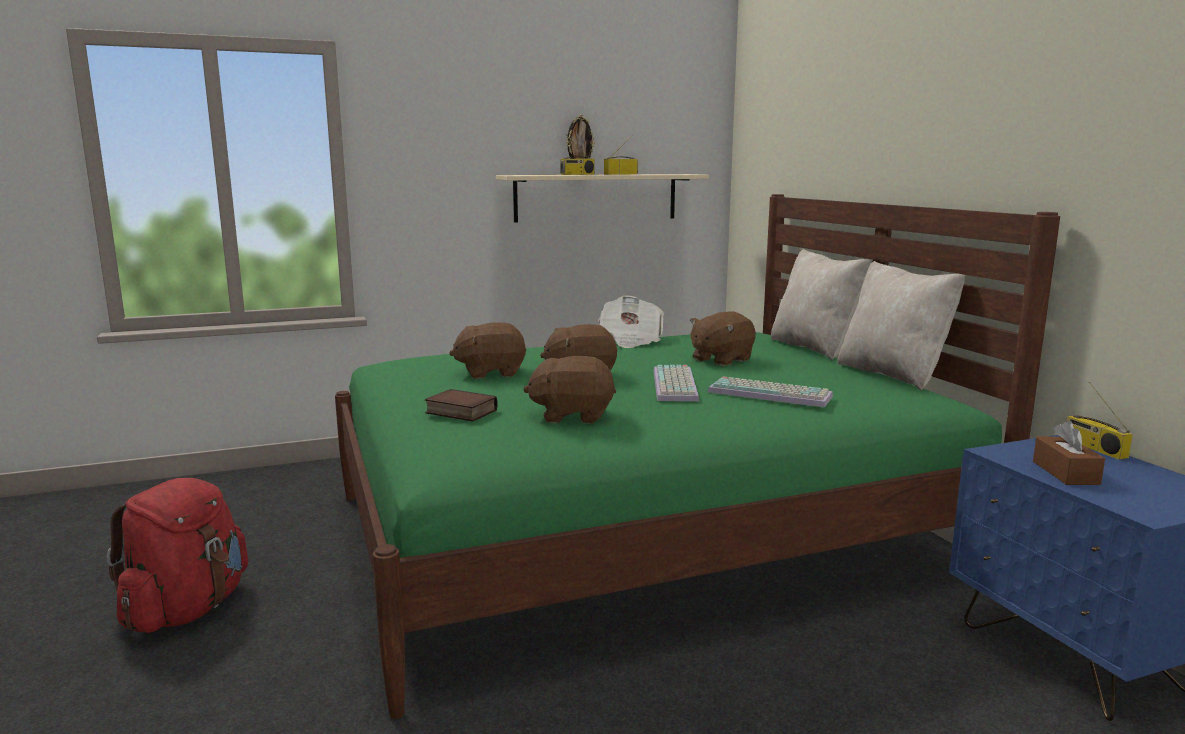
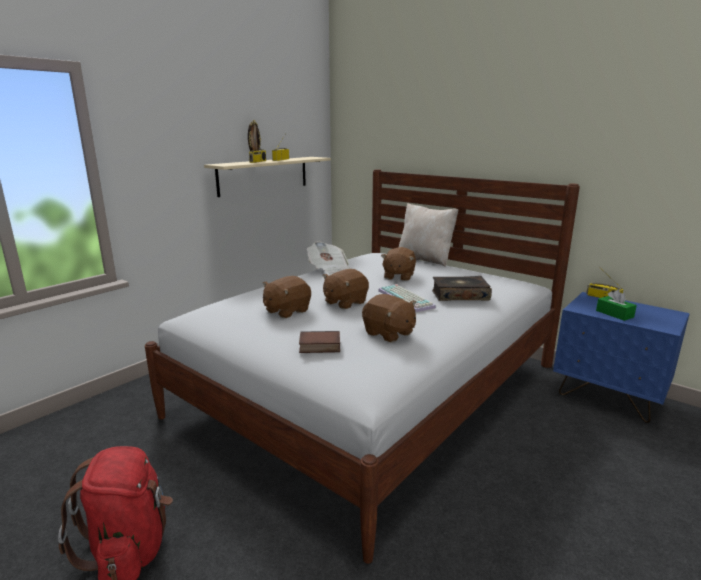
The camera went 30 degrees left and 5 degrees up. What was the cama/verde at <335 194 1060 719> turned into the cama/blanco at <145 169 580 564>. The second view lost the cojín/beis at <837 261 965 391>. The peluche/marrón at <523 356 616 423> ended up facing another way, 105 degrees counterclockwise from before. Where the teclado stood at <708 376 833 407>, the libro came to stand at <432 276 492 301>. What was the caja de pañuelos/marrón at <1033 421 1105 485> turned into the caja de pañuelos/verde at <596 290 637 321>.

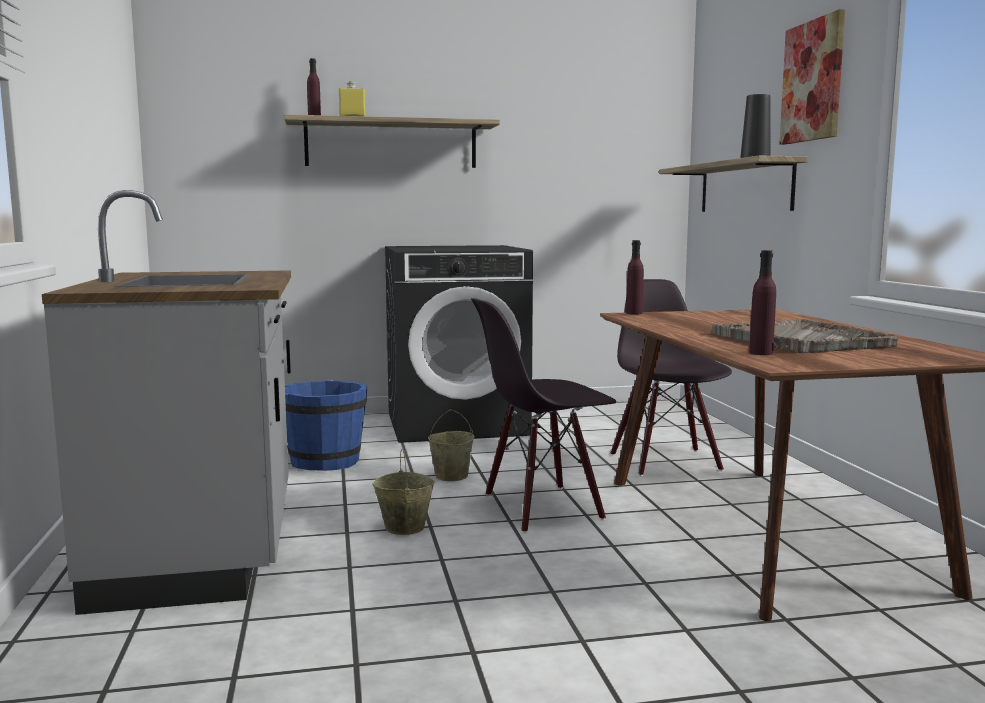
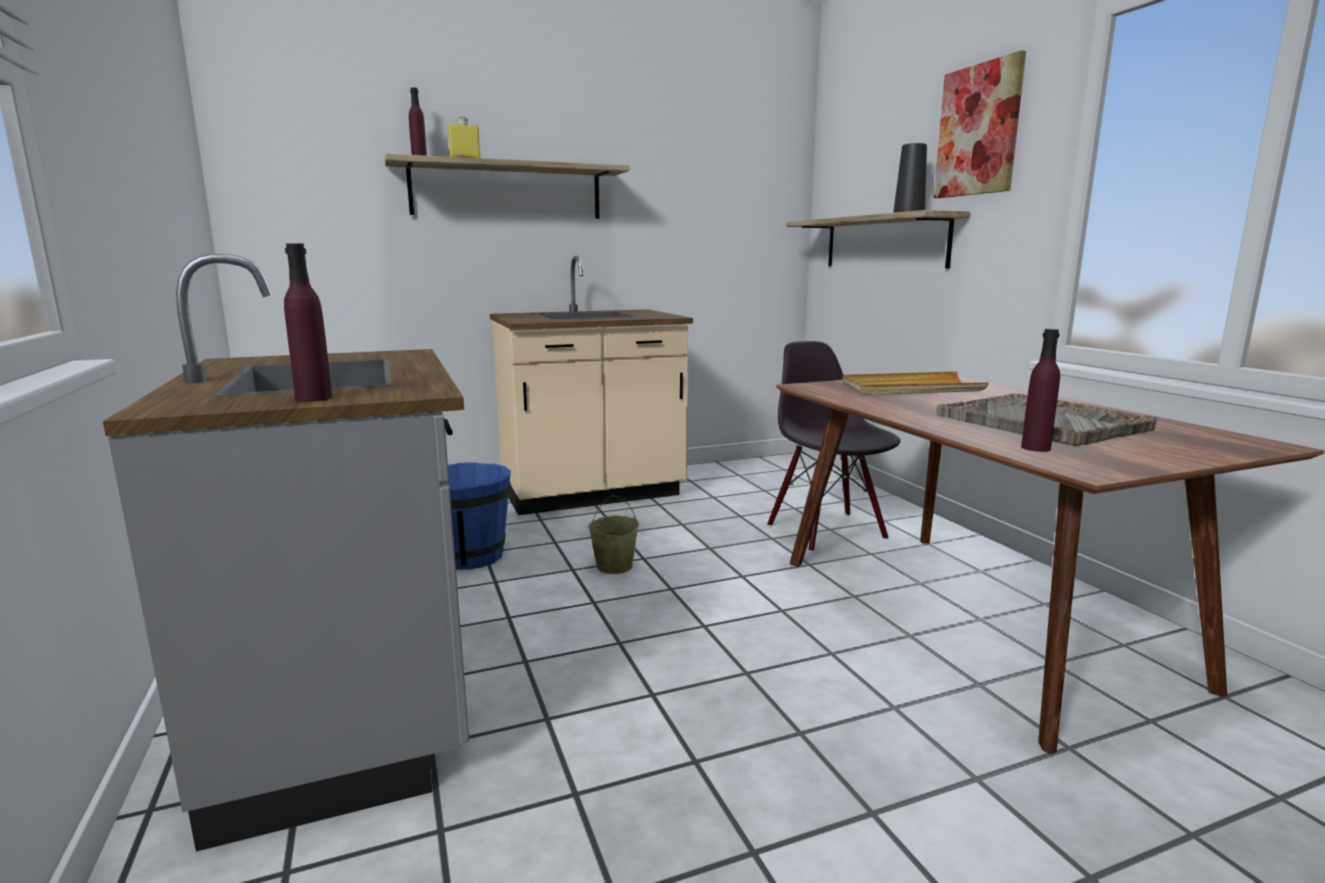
The camera went 10 degrees left and 5 degrees up. The botella/morado ended up elsewhere, having gone from <626 240 644 314> to <284 243 332 402>. Where the lavadora/negro stood at <385 245 533 443>, the mueble bajo de cocina/beis came to stand at <490 256 693 515>. The second view lost the silla/negro at <471 298 616 533>. The second view lost the cubo/beis at <372 449 435 535>. The second view gained the bandeja/beis at <842 371 989 395>.

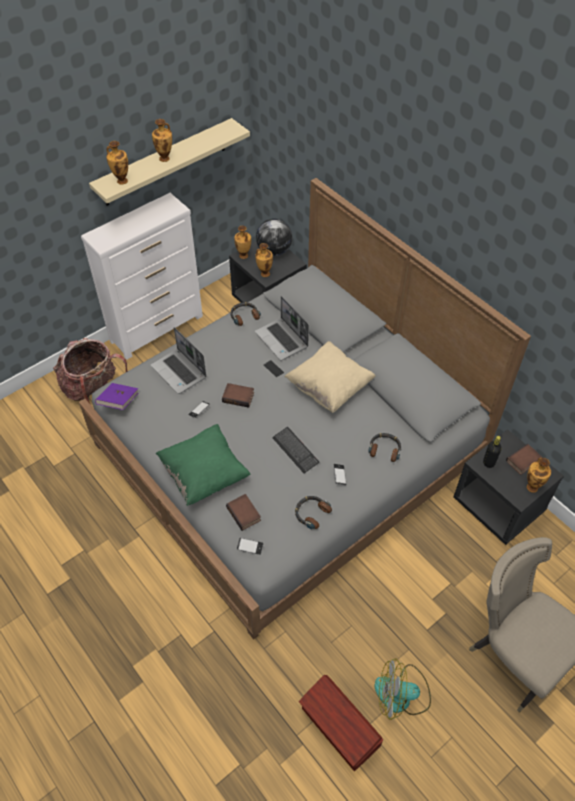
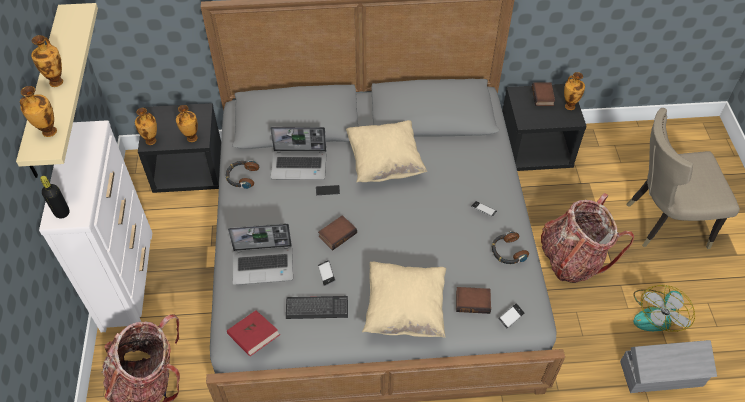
The camera went 55 degrees left and 0 degrees up. The second view lost the globo terráqueo at <256 219 292 256>. What was the libro/morado at <95 383 138 410> turned into the libro/rojo at <227 310 280 356>. What was the cojín/verde at <156 424 250 506> turned into the cojín/beis at <362 262 446 338>. The teclado ended up elsewhere, having gone from <272 427 319 474> to <286 296 348 319>. The second view lost the auriculares at <368 433 401 462>. The botella/negro ended up elsewhere, having gone from <483 436 502 468> to <40 176 70 218>. What was the caja de almacenaje/marrón at <299 675 383 771> turned into the caja de almacenaje/gris at <620 340 717 393>. The second view gained the mochila at <541 193 634 283>.

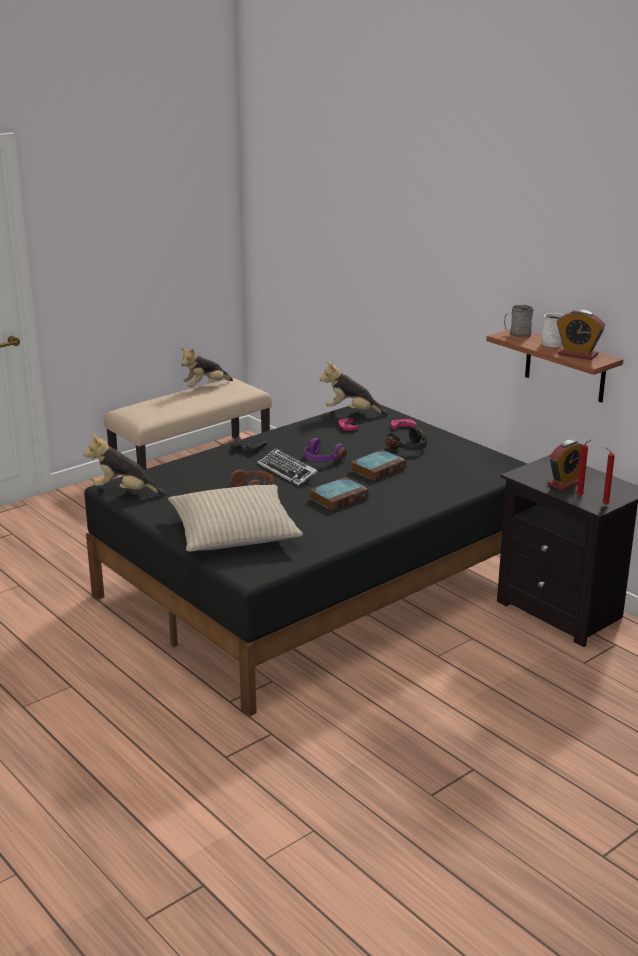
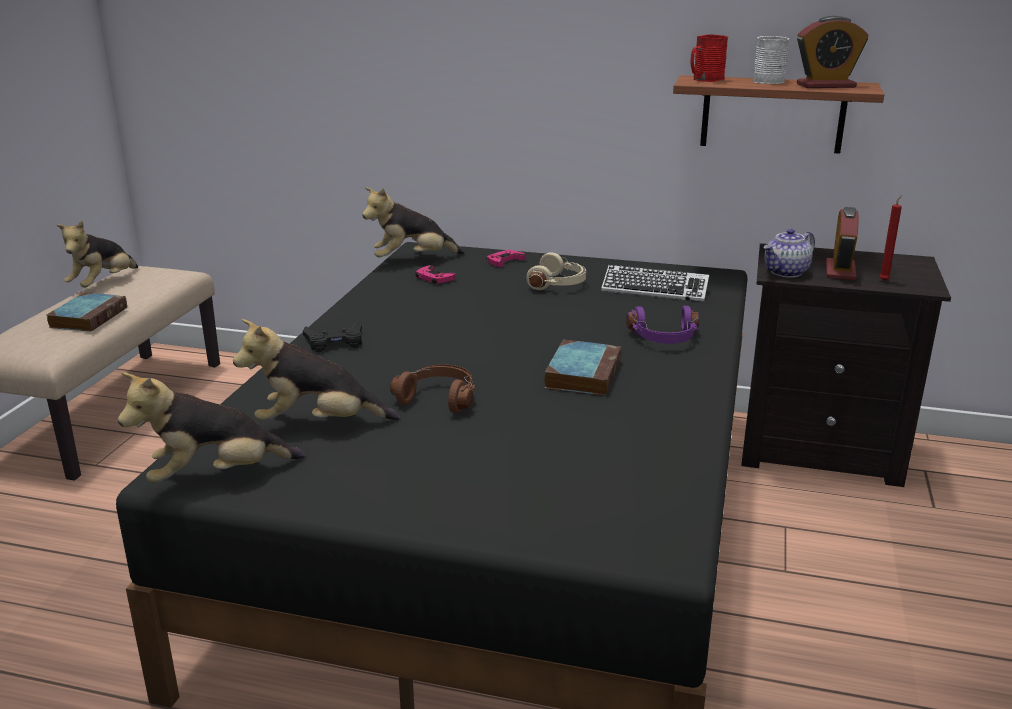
The camera went 35 degrees left and 0 degrees up. What was the taza grande/gris at <504 305 534 338> turned into the taza grande/rojo at <690 34 728 82>. What was the auriculares/negro at <386 427 427 450> turned into the auriculares/beis at <526 252 586 290>. The auriculares/morado ended up elsewhere, having gone from <304 438 347 462> to <626 306 699 344>. The teclado ended up elsewhere, having gone from <258 448 318 486> to <601 265 709 302>. The second view lost the vela/rojo at <602 448 615 505>. The libro ended up elsewhere, having gone from <351 450 406 481> to <47 292 127 332>. The second view lost the cojín/beis at <168 485 303 552>. The second view gained the tetera at <763 229 815 278>. The second view gained the peluche at <233 319 400 421>.

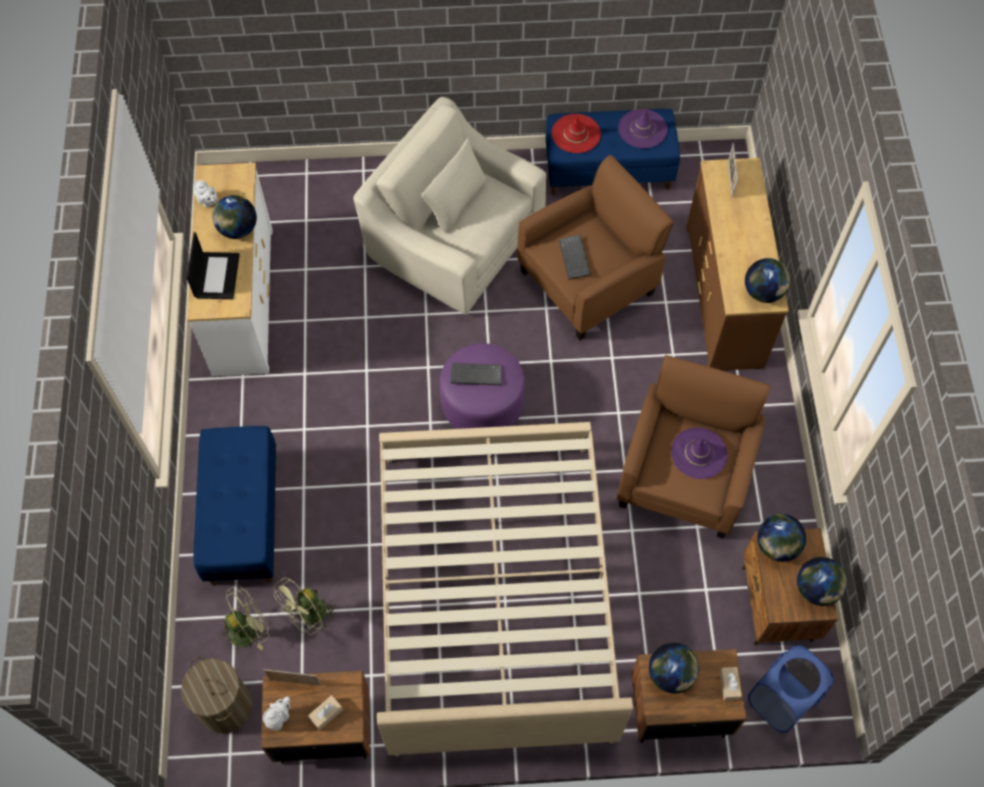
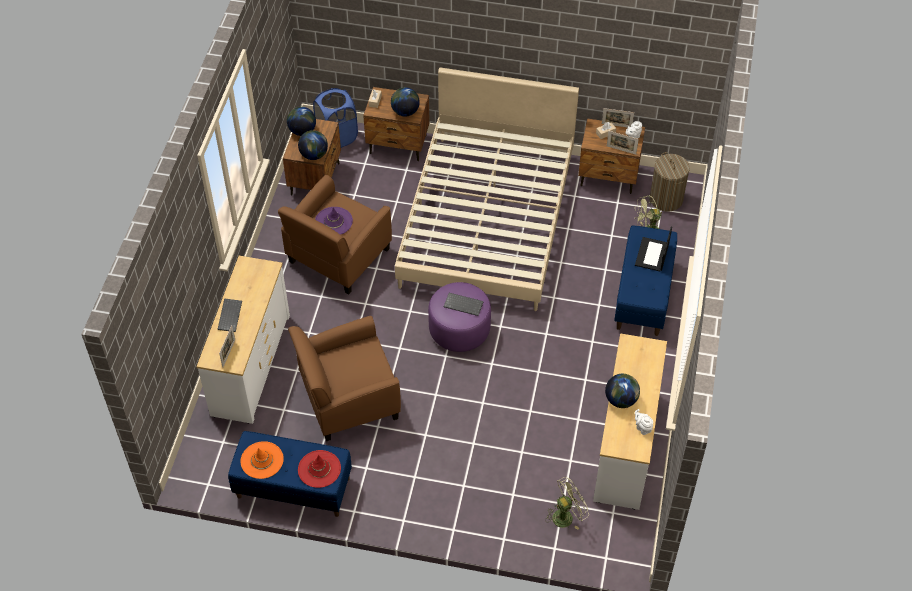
The camera went 165 degrees left and 10 degrees down. The second view lost the sillón/beis at <353 97 546 315>. What was the sombrero/morado at <618 109 668 148> turned into the sombrero/naranja at <240 441 284 479>. What was the cómoda/marrón at <686 158 789 371> turned into the cómoda/blanco at <196 256 290 424>. The portátil ended up elsewhere, having gone from <186 232 240 299> to <635 227 672 271>. The teclado ended up elsewhere, having gone from <559 235 591 280> to <218 298 242 332>. The second view lost the globo terráqueo at <745 258 790 303>. The ventilador/verde ended up elsewhere, having gone from <274 577 336 635> to <545 477 589 530>. The second view gained the portarretratos at <602 108 634 127>.

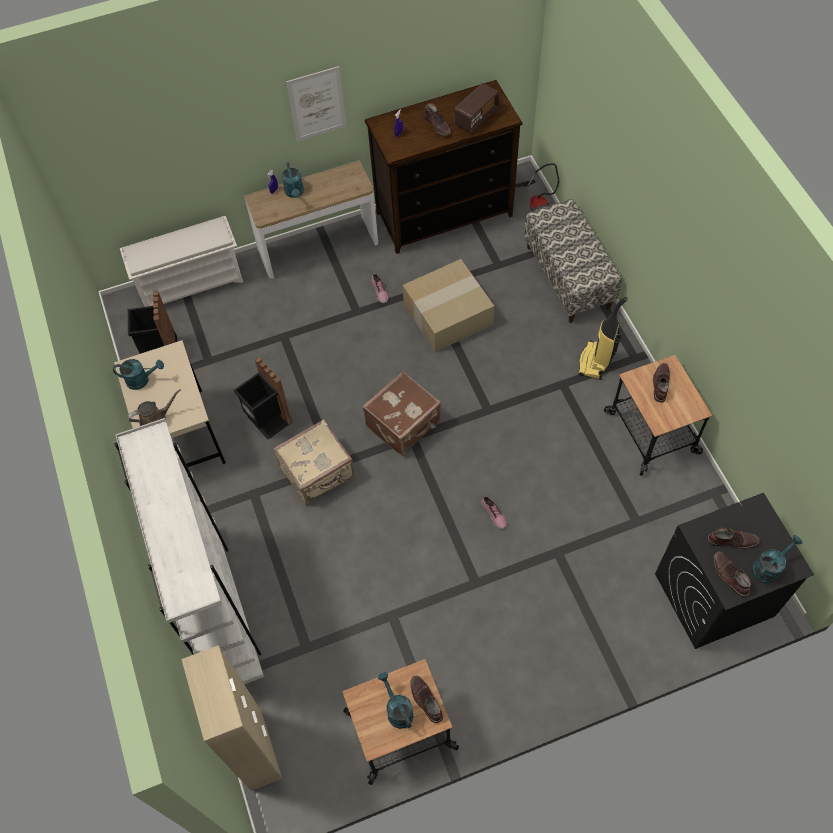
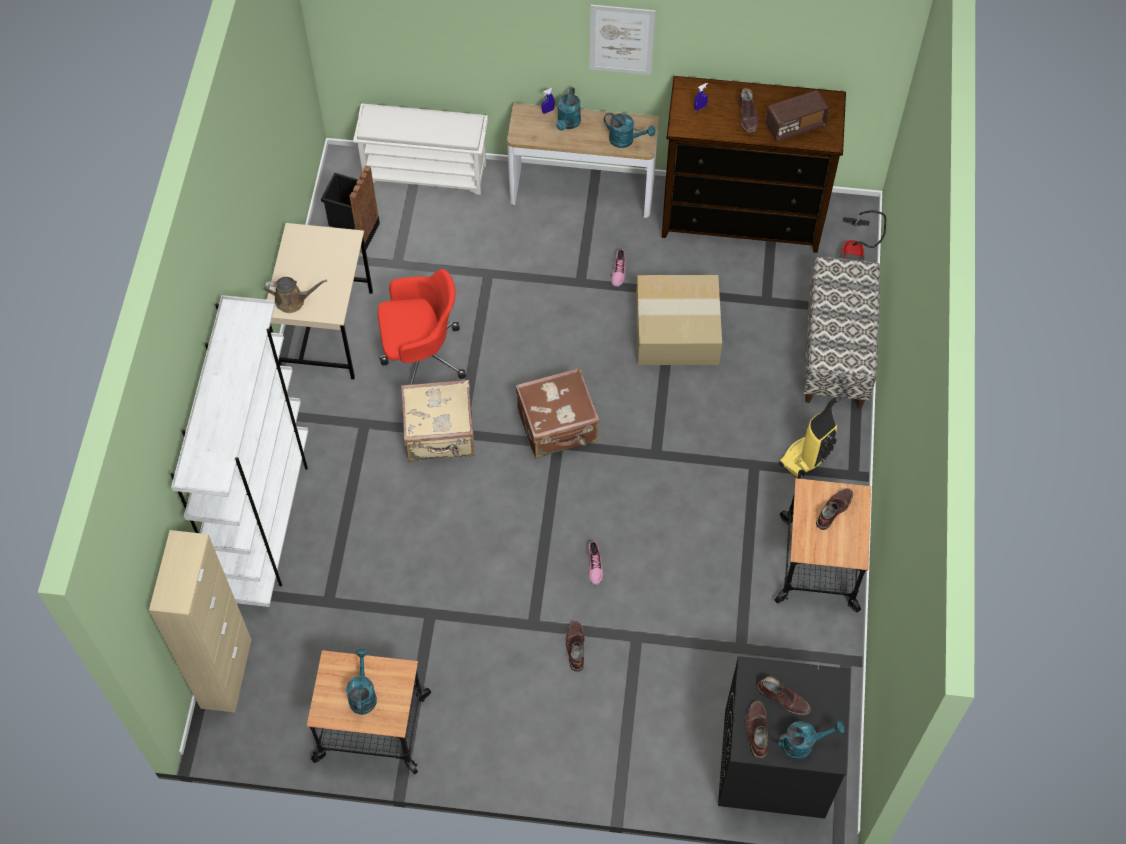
The camera went 25 degrees right and 0 degrees up. Where the papelera/negro stood at <234 356 292 440>, the silla de oficina/rojo came to stand at <378 269 466 385>. The regadera/turquesa ended up elsewhere, having gone from <113 359 164 390> to <604 113 655 148>. The bota/marrón ended up elsewhere, having gone from <410 675 443 723> to <565 621 584 672>.

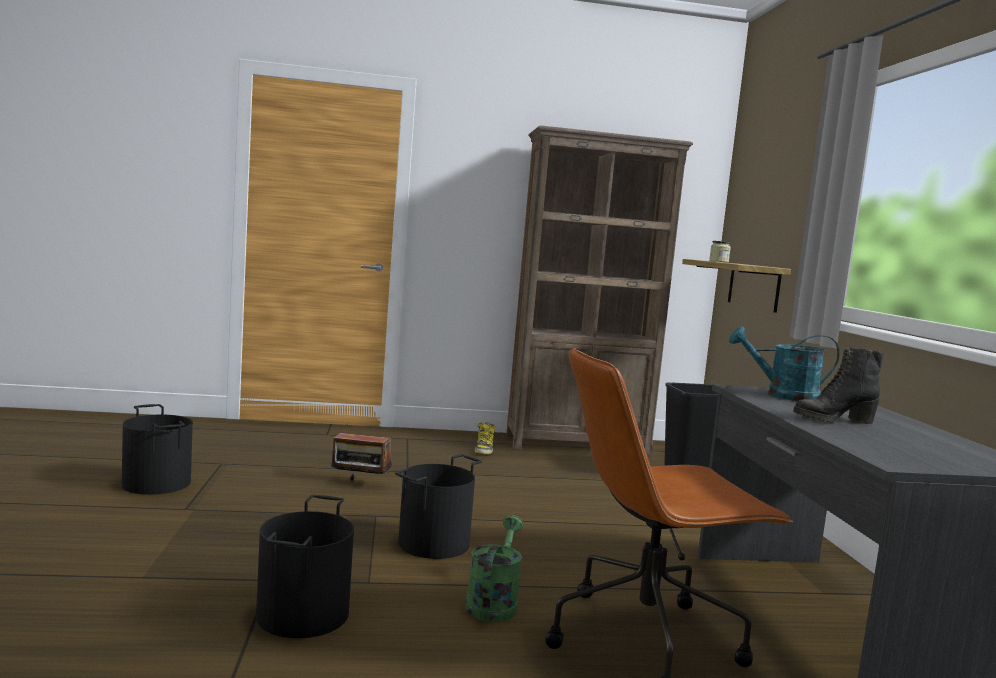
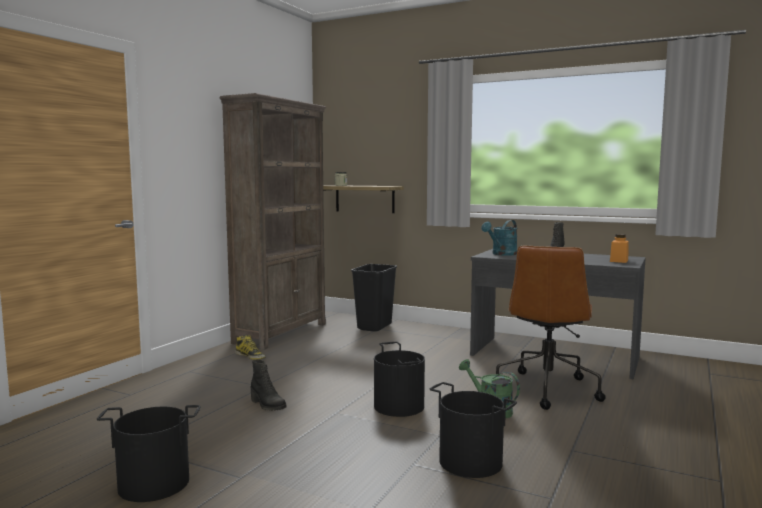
The camera went 55 degrees left and 0 degrees up. Where the radio stood at <331 424 392 481>, the bota/negro came to stand at <251 360 287 411>. The second view gained the tarro/naranja at <610 234 629 263>.

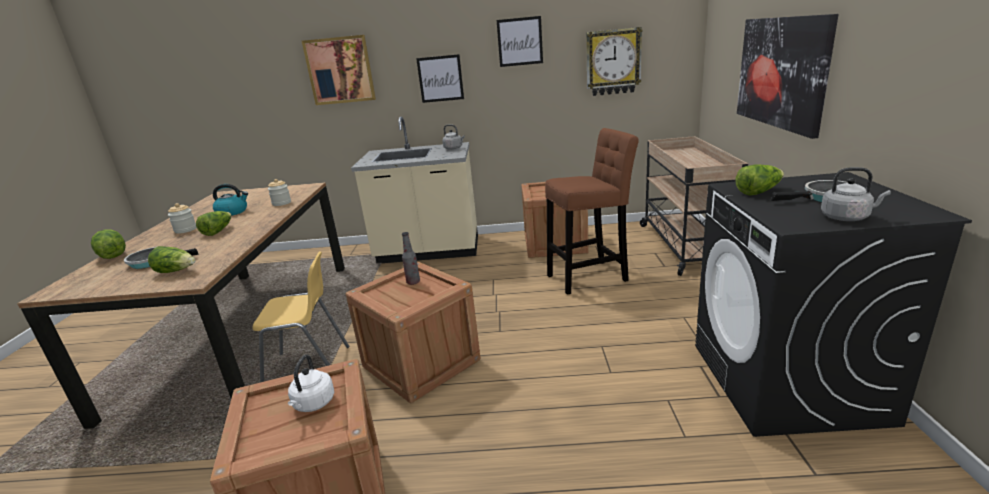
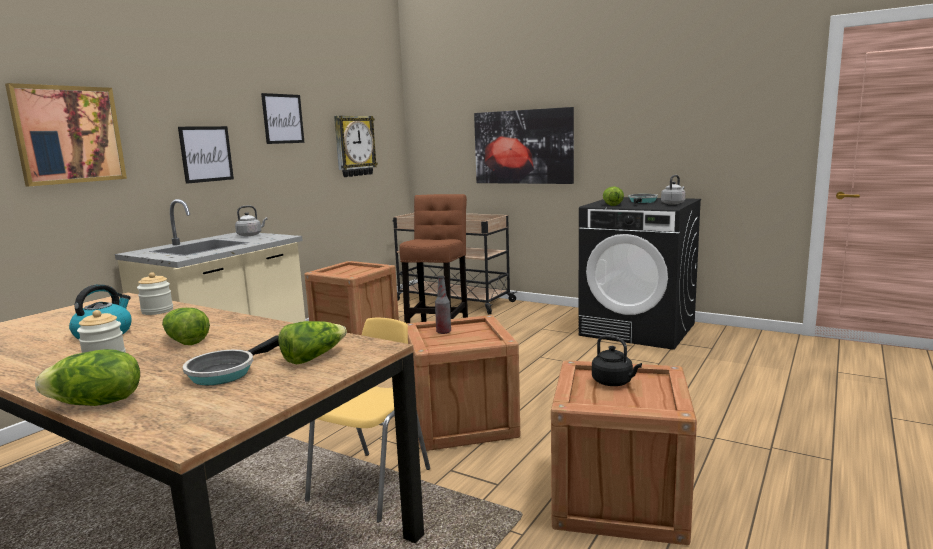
The camera went 60 degrees left and 10 degrees down. What was the hervidor/blanco at <288 355 334 412> turned into the hervidor/negro at <592 335 642 386>.

